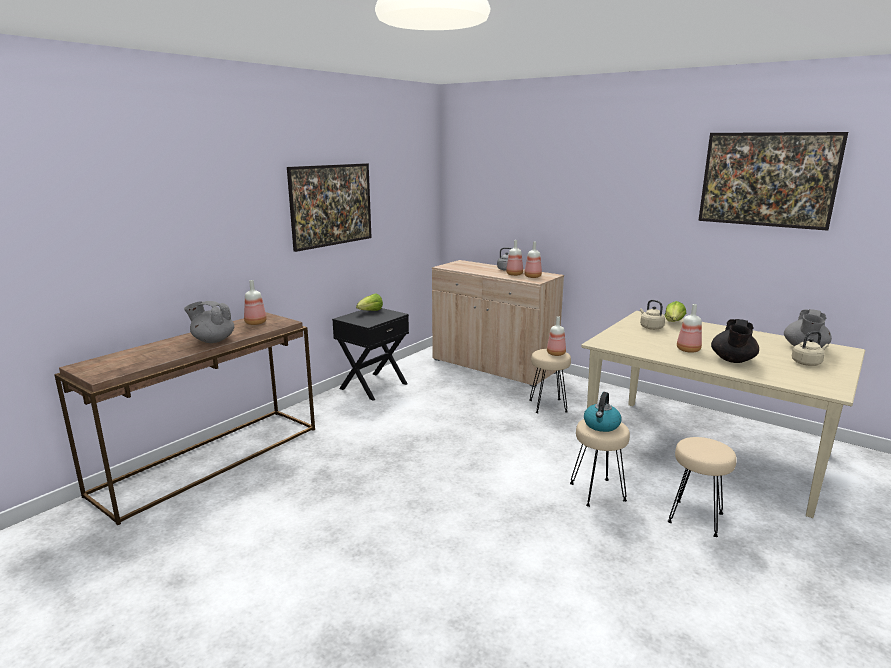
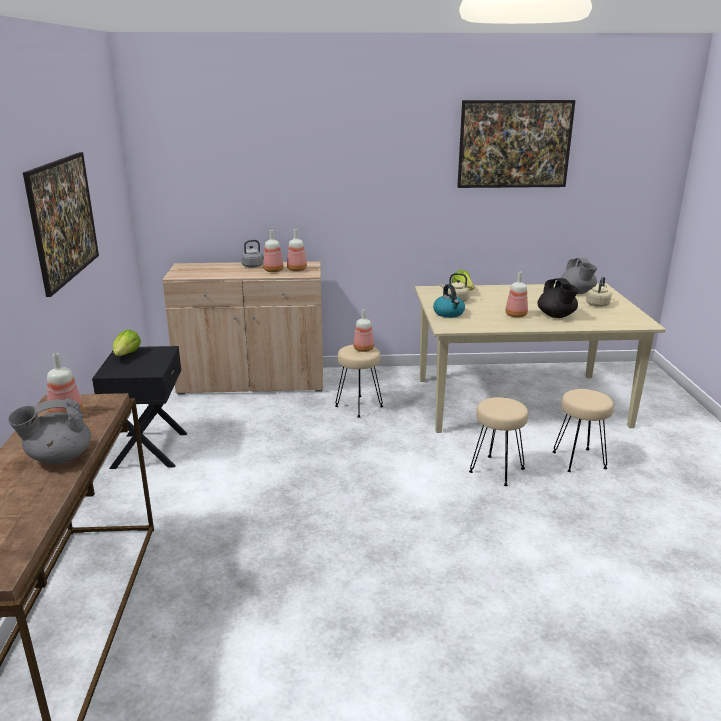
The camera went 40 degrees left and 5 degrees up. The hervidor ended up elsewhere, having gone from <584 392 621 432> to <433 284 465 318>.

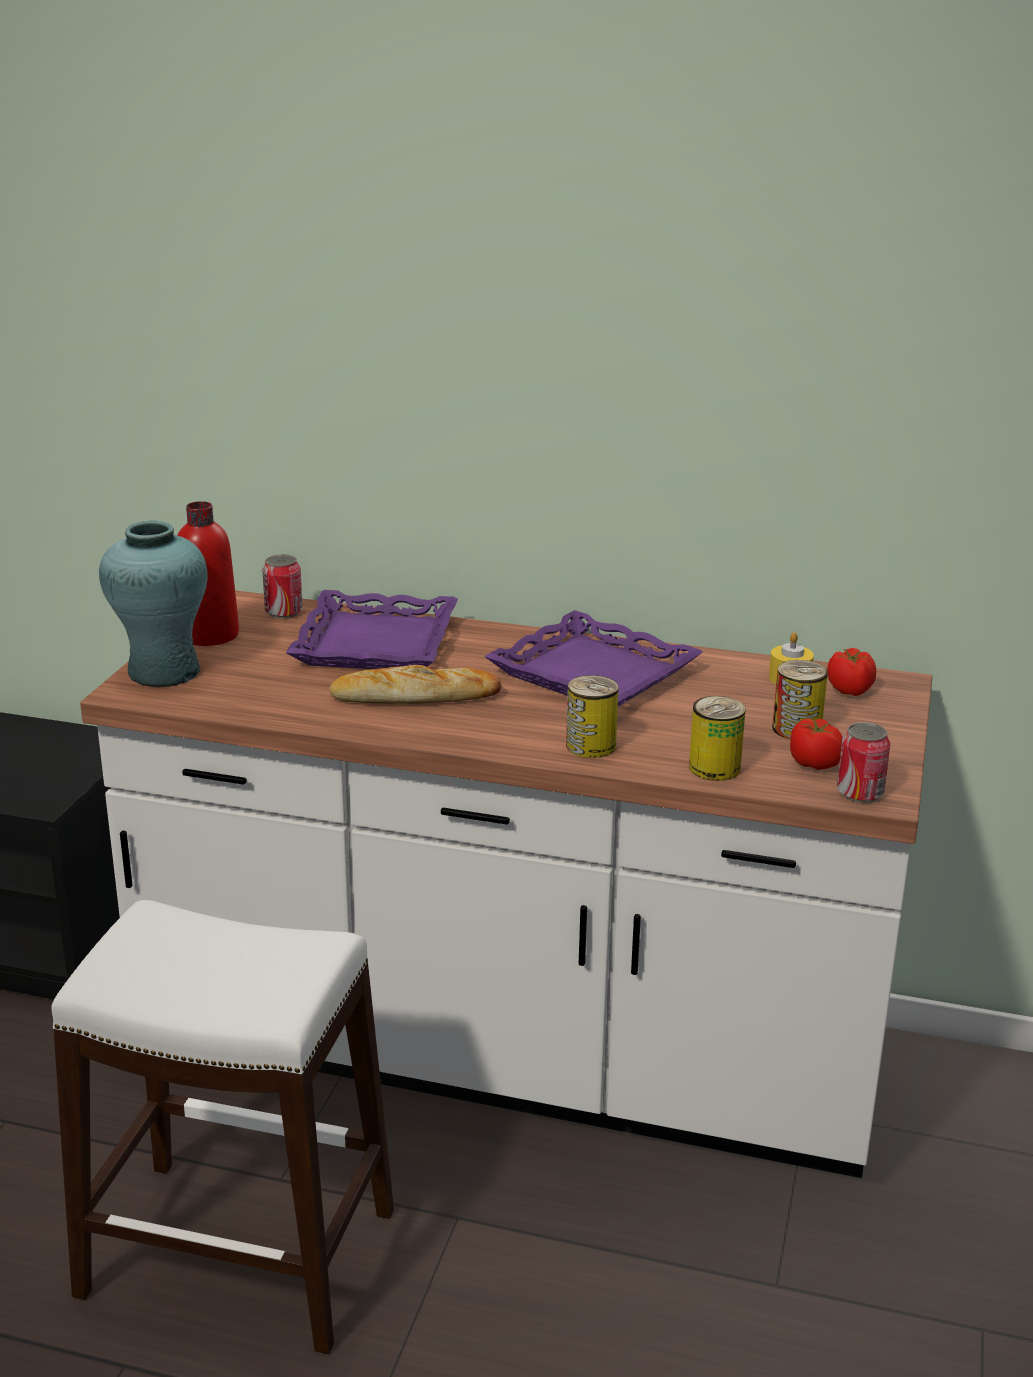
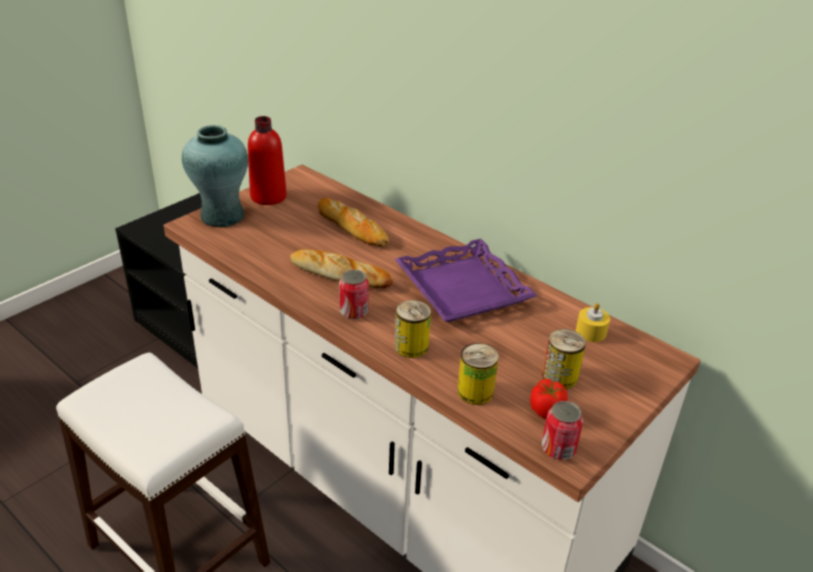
The camera went 25 degrees right and 10 degrees up. The lata ended up elsewhere, having gone from <262 554 303 619> to <339 270 369 319>. Where the bandeja/morado stood at <286 590 458 669>, the pan came to stand at <318 198 389 247>. The second view lost the tomate at <827 648 876 696>.

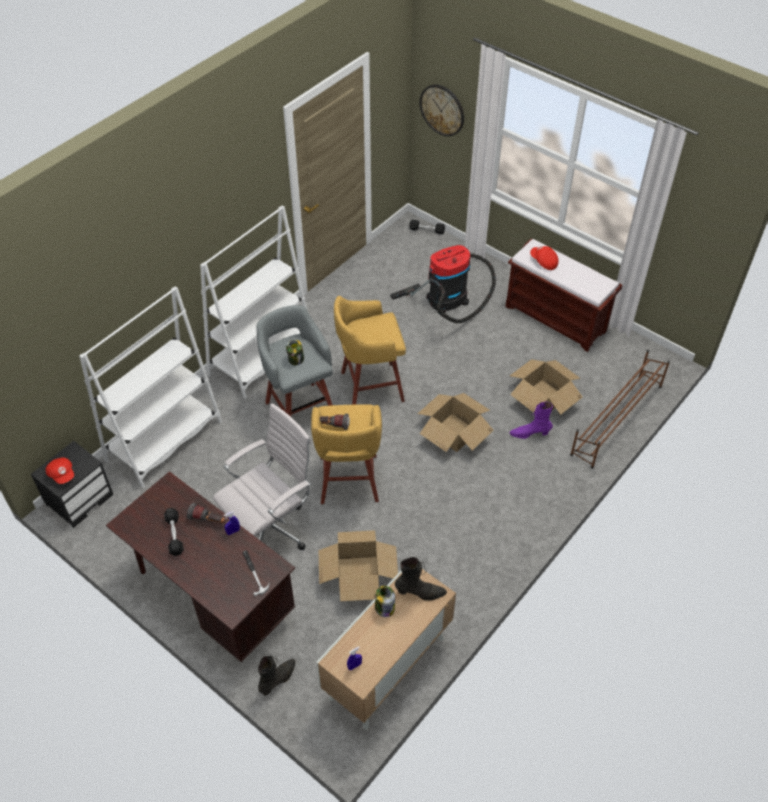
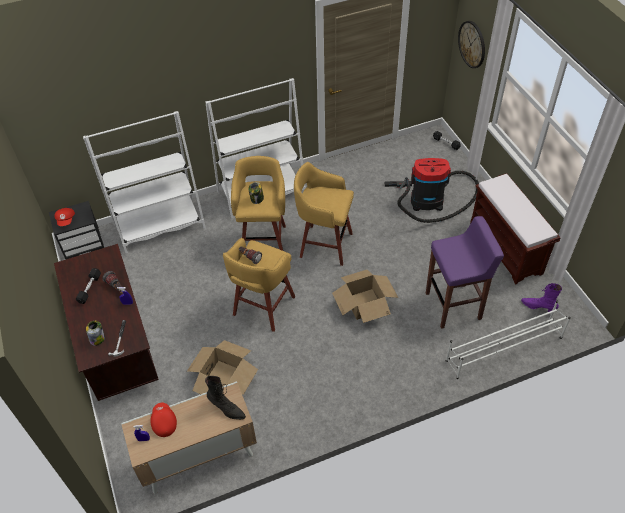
The camera went 30 degrees right and 0 degrees up. The gorra/rojo ended up elsewhere, having gone from <530 246 559 270> to <150 403 177 437>. What was the taburete/gris at <256 305 333 417> turned into the taburete/amarillo at <231 156 286 251>. What was the zapatero/marrón at <570 350 670 469> turned into the zapatero/blanco at <446 301 571 379>. Where the caja de cartón stood at <510 359 582 415>, the taburete/morado came to stand at <426 216 504 329>. The bota/morado ended up elsewhere, having gone from <509 402 553 439> to <521 283 562 312>. The second view lost the silla de oficina/blanco at <213 403 311 550>. The tarro ended up elsewhere, having gone from <375 586 395 617> to <86 321 105 346>. The second view lost the bota/negro at <258 654 295 696>.

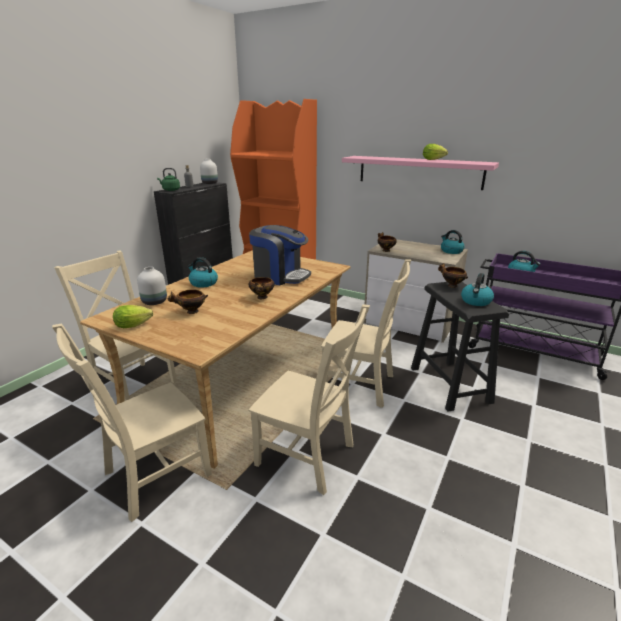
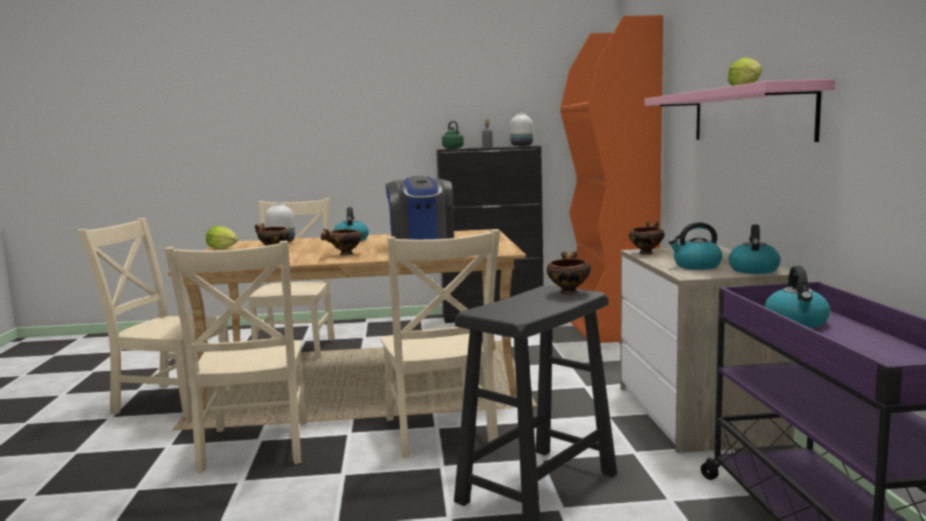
The camera went 55 degrees right and 15 degrees down. The hervidor ended up elsewhere, having gone from <461 273 494 306> to <669 222 723 270>.

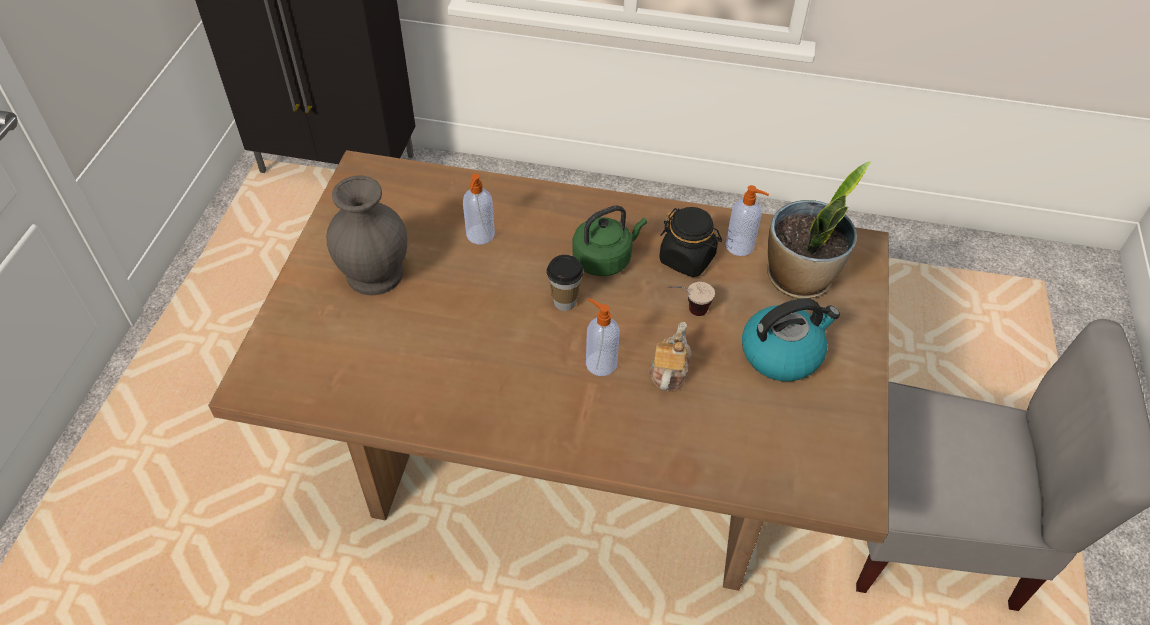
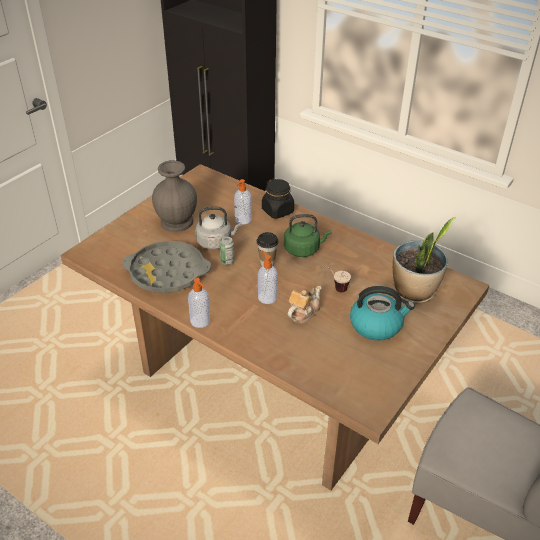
The camera went 25 degrees right and 10 degrees down. The dispensador de jabón ended up elsewhere, having gone from <726 185 769 256> to <188 278 210 328>. The tarro/negro ended up elsewhere, having gone from <659 207 722 277> to <262 178 294 219>. The second view gained the hervidor/gris at <195 207 242 250>. The second view gained the lata at <219 237 235 265>. The second view gained the bandeja/gris at <122 241 211 293>.

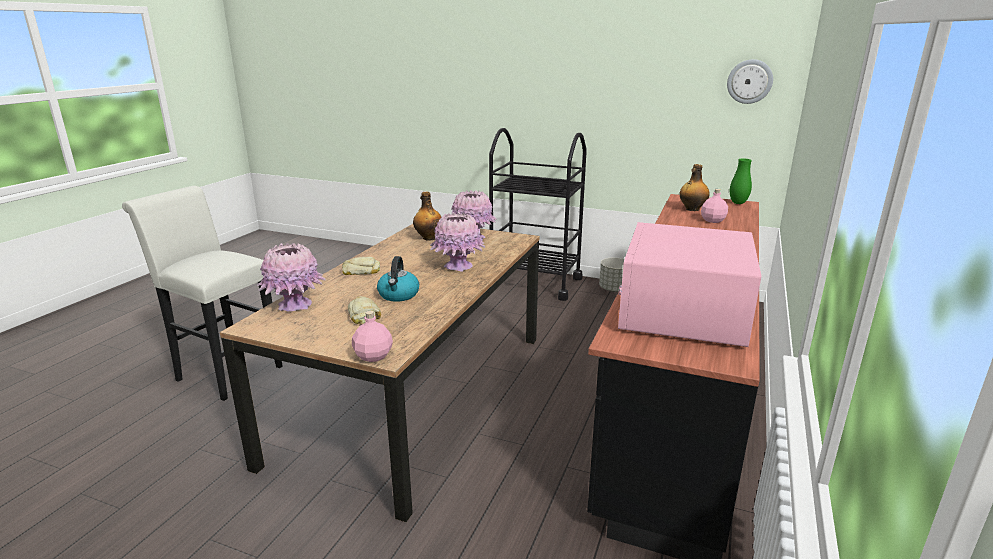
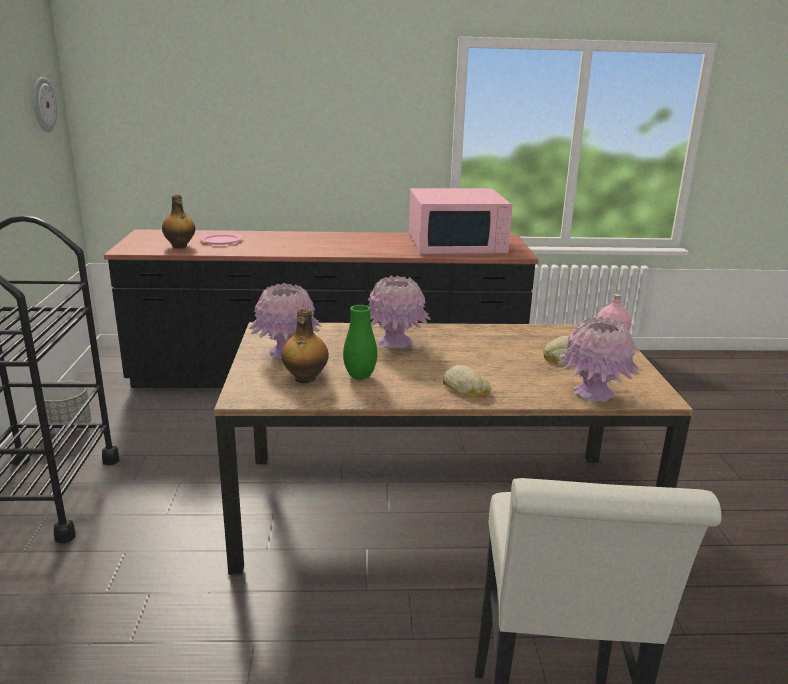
The camera went 115 degrees left and 0 degrees up. The florero/verde ended up elsewhere, having gone from <730 159 752 204> to <343 305 377 380>. Where the botella/rosa stood at <701 189 728 223>, the plato/rosa came to stand at <200 232 243 245>. The second view lost the hervidor at <377 256 419 302>.

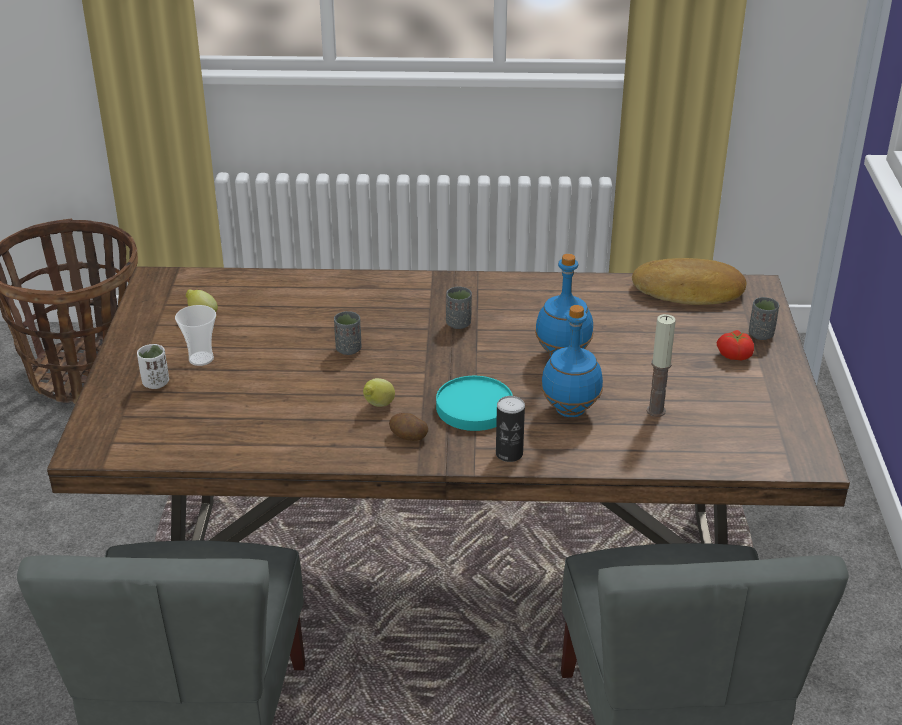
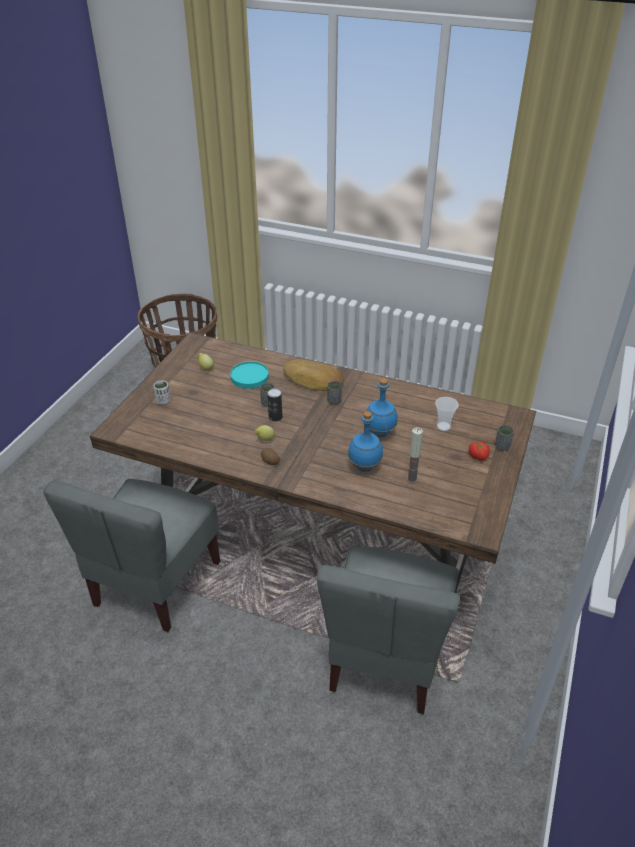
The camera went 20 degrees right and 5 degrees up. The pan ended up elsewhere, having gone from <632 258 747 305> to <283 359 344 391>. The taza ended up elsewhere, having gone from <175 305 216 366> to <435 397 459 431>. The plato/turquesa ended up elsewhere, having gone from <436 376 513 431> to <230 362 269 389>. The lata ended up elsewhere, having gone from <496 396 525 462> to <267 388 282 422>.

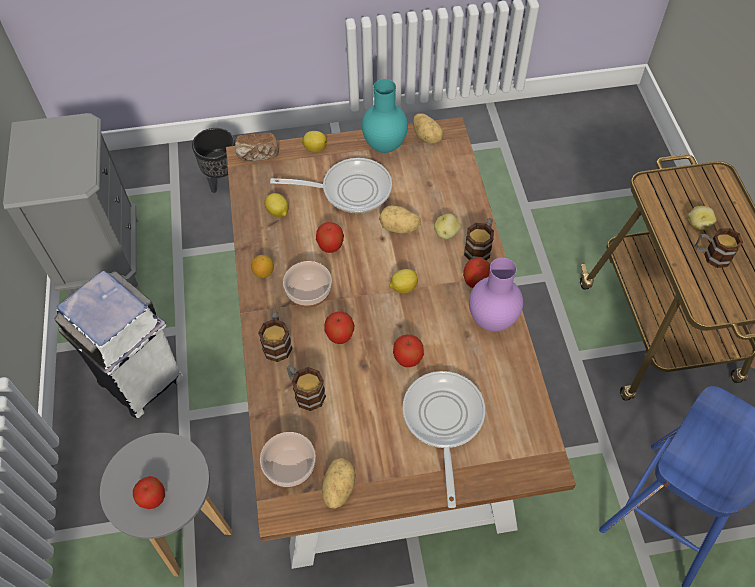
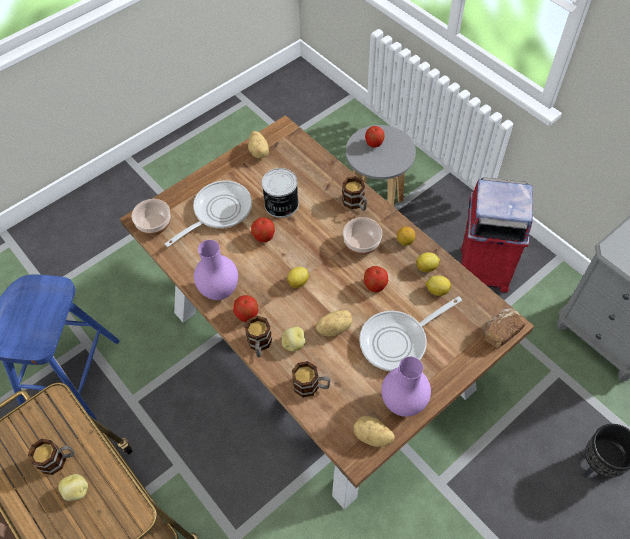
The camera went 150 degrees right and 0 degrees up. What was the florero/turquesa at <362 79 408 153> turned into the florero/morado at <381 357 431 417>. The limón ended up elsewhere, having gone from <301 131 327 153> to <416 252 440 272>. What was the papelera/blanco at <55 271 184 418> turned into the papelera/rojo at <461 177 533 292>. The second view lost the manzana at <324 311 354 344>. The taza grande ended up elsewhere, having gone from <287 365 326 411> to <292 361 330 397>. The sartén at <402 371 485 508> ended up facing another way, 105 degrees counterclockwise from before. The cuenco ended up elsewhere, having gone from <260 432 316 488> to <132 199 171 235>. The second view gained the lata at <262 168 299 218>.

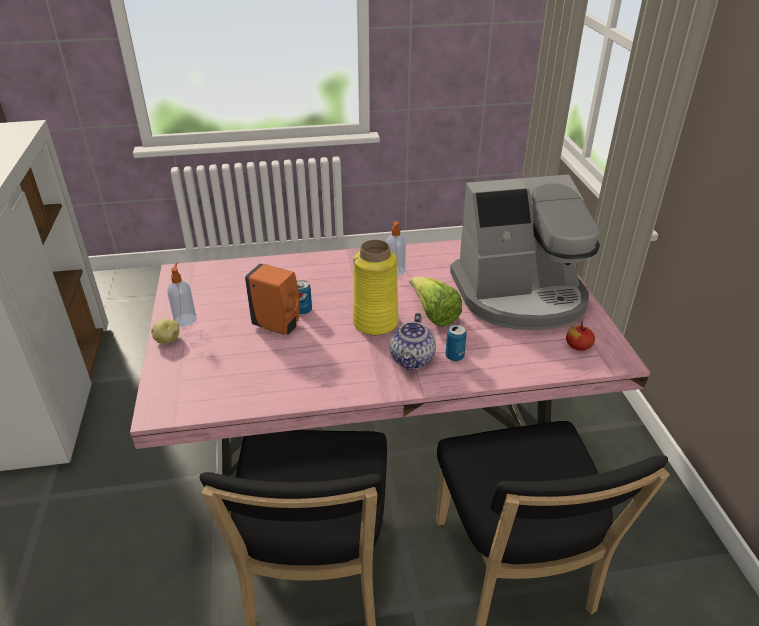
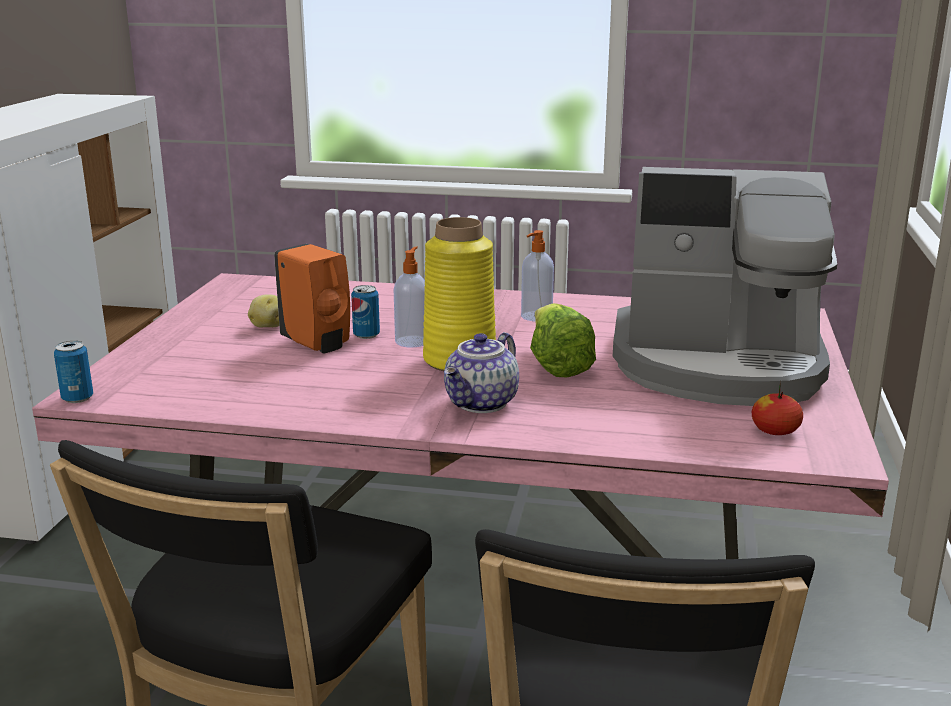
The camera went 20 degrees right and 15 degrees down. The dispensador de jabón ended up elsewhere, having gone from <167 262 197 327> to <394 247 425 348>. The patata ended up elsewhere, having gone from <151 318 179 344> to <248 294 279 328>. The lata ended up elsewhere, having gone from <446 324 467 361> to <54 341 93 403>.

